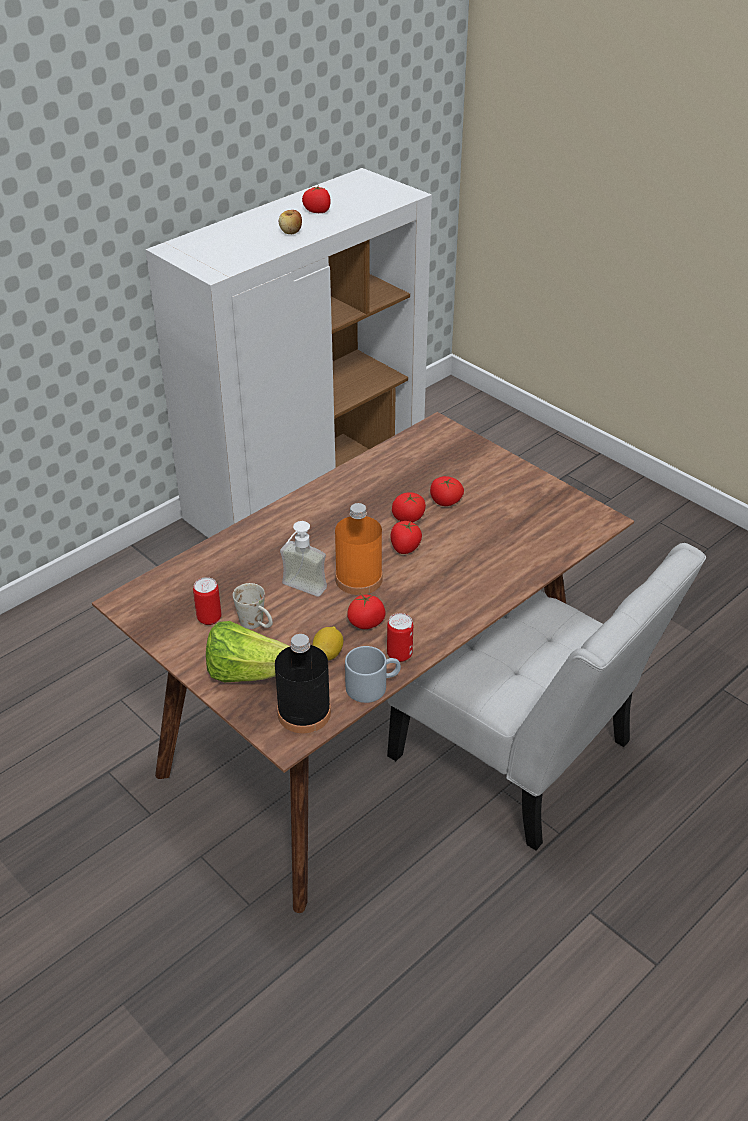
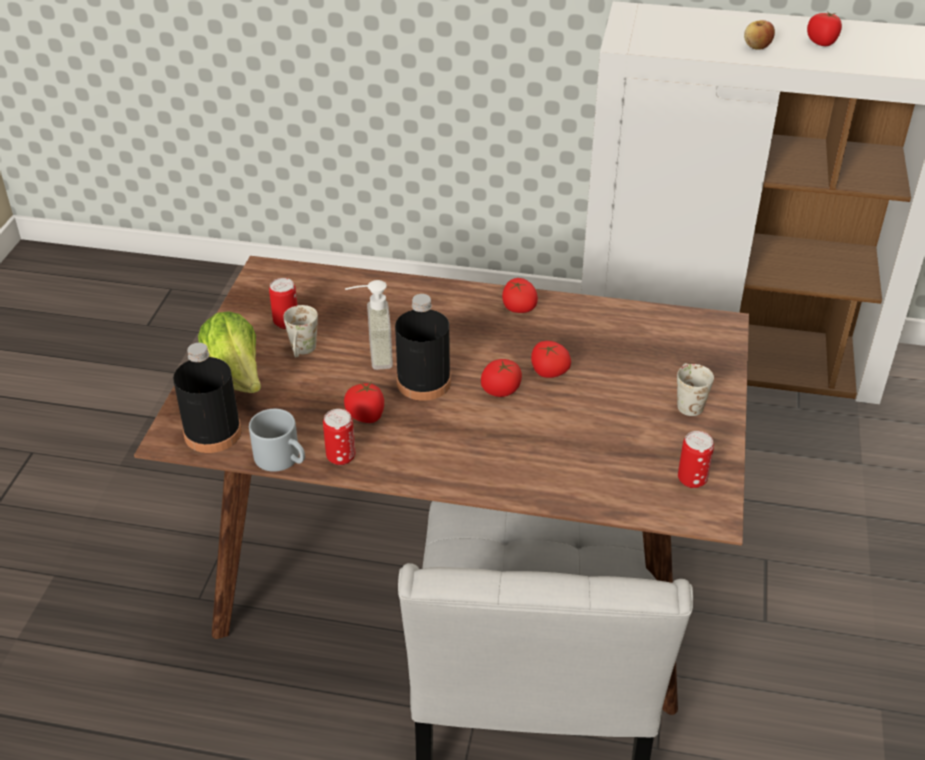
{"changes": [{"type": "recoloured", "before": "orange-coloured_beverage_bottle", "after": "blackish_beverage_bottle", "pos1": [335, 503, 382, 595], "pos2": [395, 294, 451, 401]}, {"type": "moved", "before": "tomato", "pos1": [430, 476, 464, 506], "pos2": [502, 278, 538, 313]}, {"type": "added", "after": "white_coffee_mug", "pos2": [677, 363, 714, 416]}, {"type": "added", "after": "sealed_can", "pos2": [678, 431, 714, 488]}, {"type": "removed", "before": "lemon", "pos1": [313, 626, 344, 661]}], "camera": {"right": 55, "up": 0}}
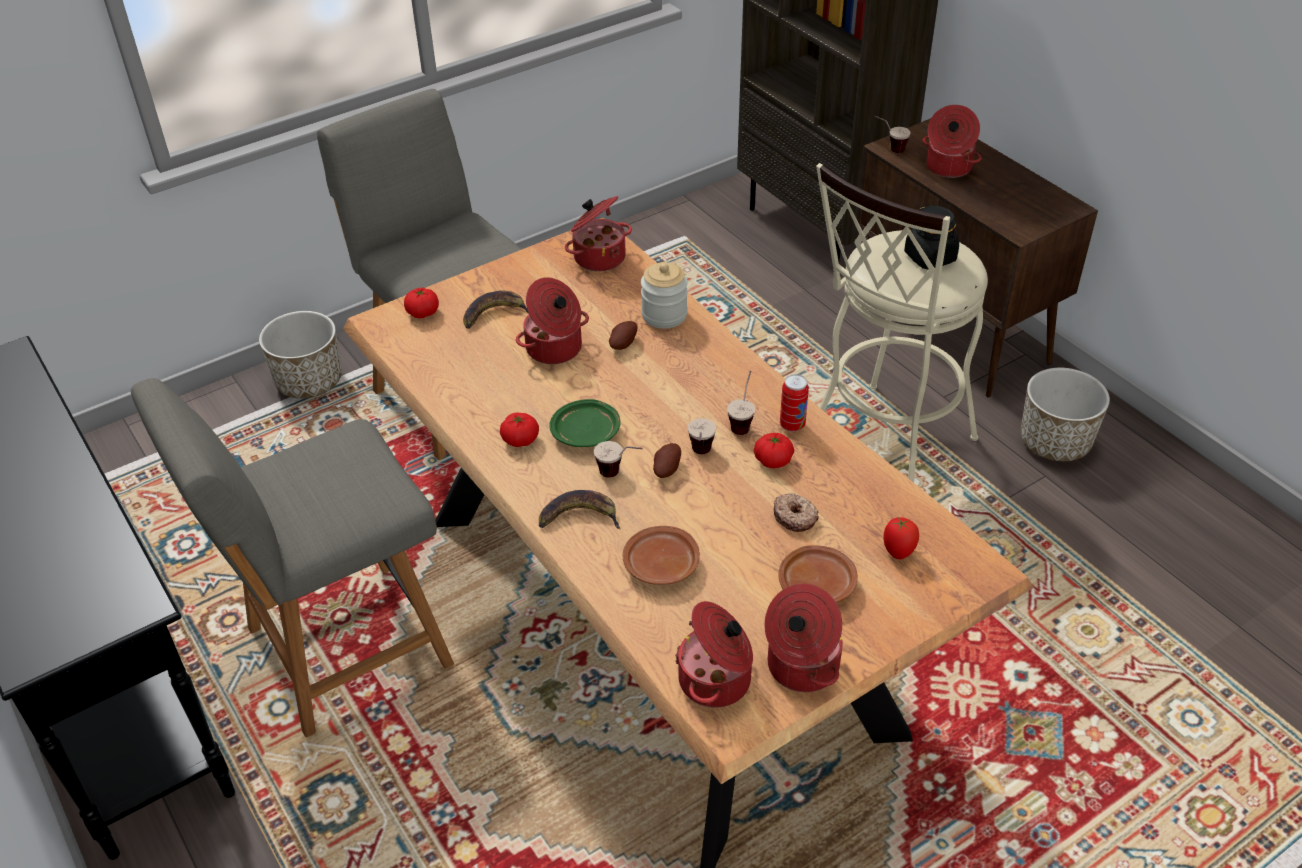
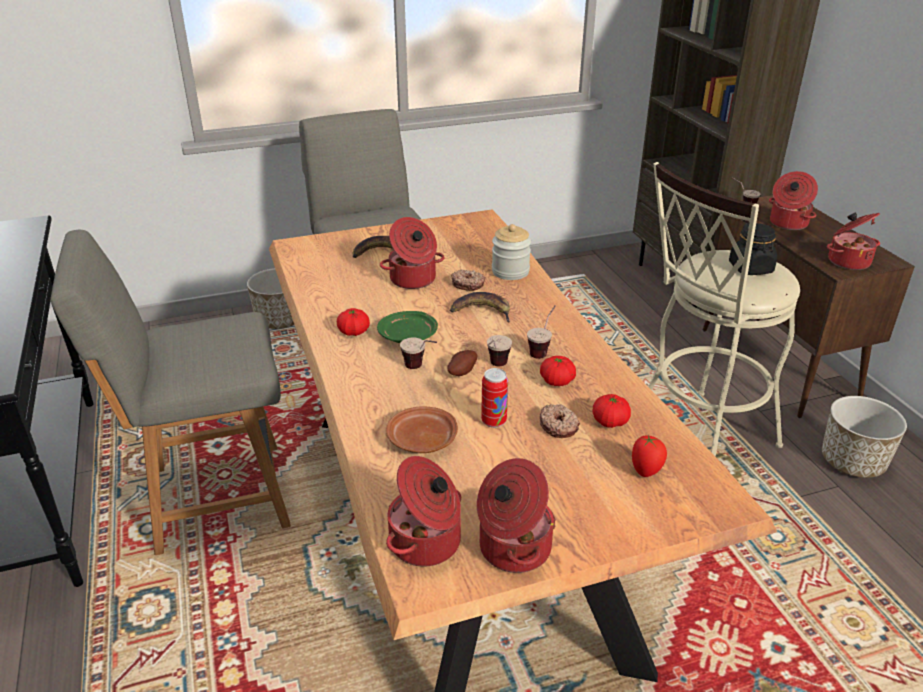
{"changes": [{"type": "moved", "before": "banana_fruit", "pos1": [539, 490, 620, 529], "pos2": [450, 292, 510, 322]}, {"type": "replaced", "before": "whole_potato", "after": "donut", "pos1": [609, 321, 637, 350], "pos2": [451, 270, 485, 291]}, {"type": "moved", "before": "sealed_can", "pos1": [780, 374, 809, 432], "pos2": [481, 368, 508, 428]}, {"type": "moved", "before": "tomato", "pos1": [404, 288, 439, 318], "pos2": [593, 394, 631, 428]}, {"type": "moved", "before": "saucepot", "pos1": [565, 196, 632, 271], "pos2": [827, 213, 880, 270]}, {"type": "removed", "before": "brownish_plate", "pos1": [778, 545, 858, 603]}], "camera": {"right": 15, "up": -10}}
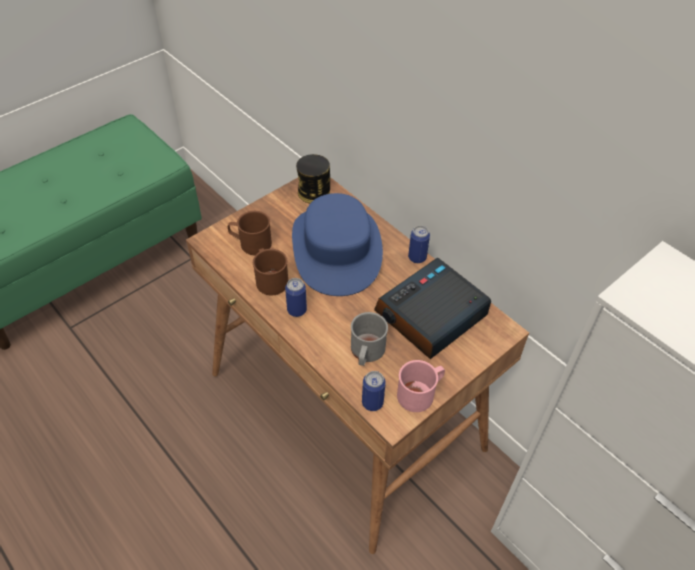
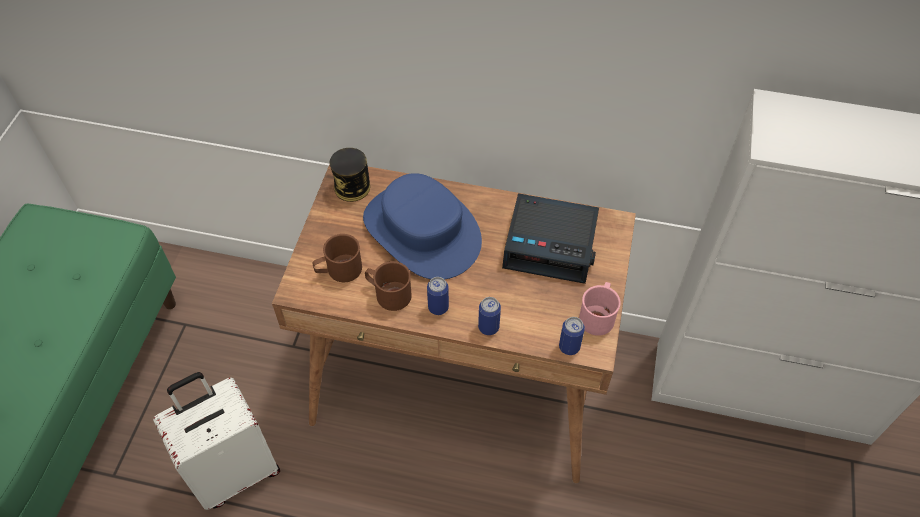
{"changes": [{"type": "added", "after": "white_travel_case", "pos2": [153, 372, 280, 510]}, {"type": "moved", "before": "sealed_can", "pos1": [408, 225, 430, 263], "pos2": [478, 297, 501, 335]}, {"type": "turned", "before": "alarm_clock", "pos1": [374, 258, 491, 359], "pos2": [502, 193, 599, 284], "turn": -90}, {"type": "removed", "before": "grey_coffee_mug", "pos1": [351, 312, 388, 366]}], "camera": {"right": -35, "up": 5}}
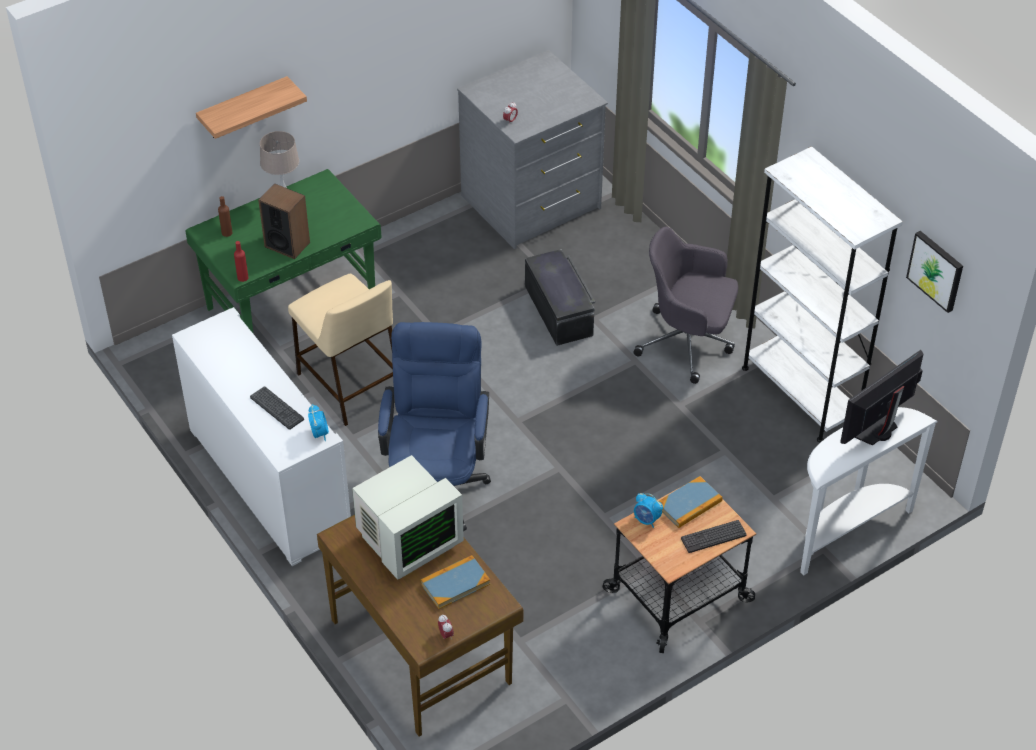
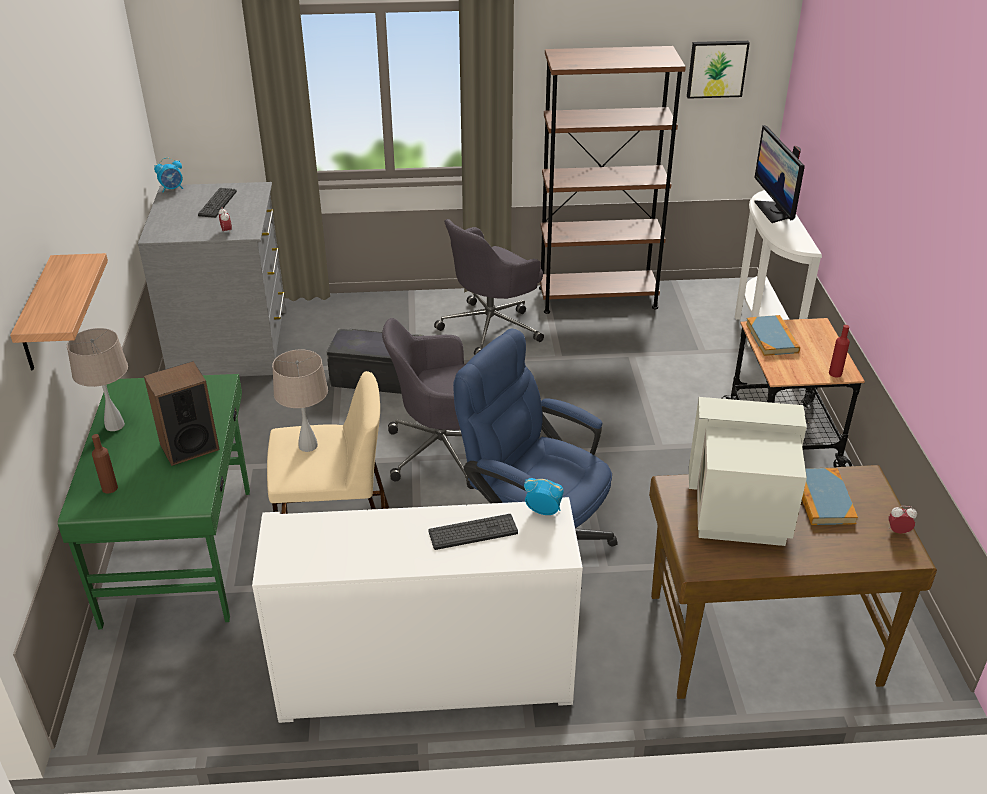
{"changes": [{"type": "moved", "before": "alarm_clock", "pos1": [634, 493, 663, 528], "pos2": [154, 158, 183, 193]}, {"type": "moved", "before": "keyboard", "pos1": [681, 520, 747, 553], "pos2": [198, 188, 237, 218]}, {"type": "added", "after": "beige_table_lamp", "pos2": [272, 349, 328, 452]}, {"type": "added", "after": "grey_desk_chair", "pos2": [382, 318, 474, 489]}, {"type": "recoloured", "before": "white_bookcase", "after": "brownish_bookcase", "pos1": [742, 146, 903, 442], "pos2": [539, 46, 686, 314]}, {"type": "turned", "before": "computer_screen", "pos1": [352, 455, 464, 580], "pos2": [689, 397, 807, 546], "turn": -75}, {"type": "moved", "before": "red-coloured_beverage_bottle", "pos1": [234, 241, 248, 282], "pos2": [829, 325, 850, 377]}], "camera": {"right": -60, "up": -10}}
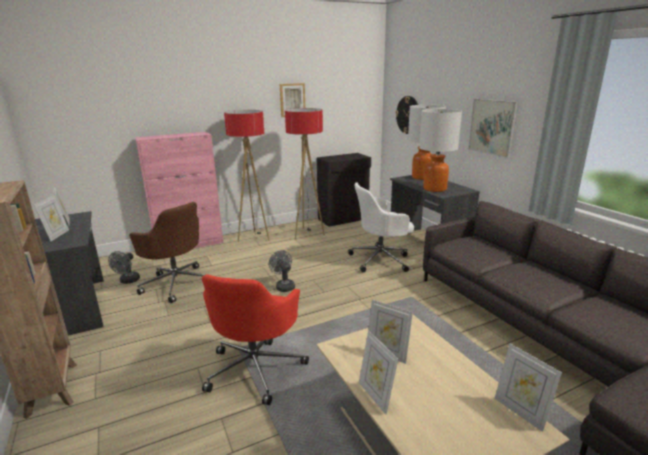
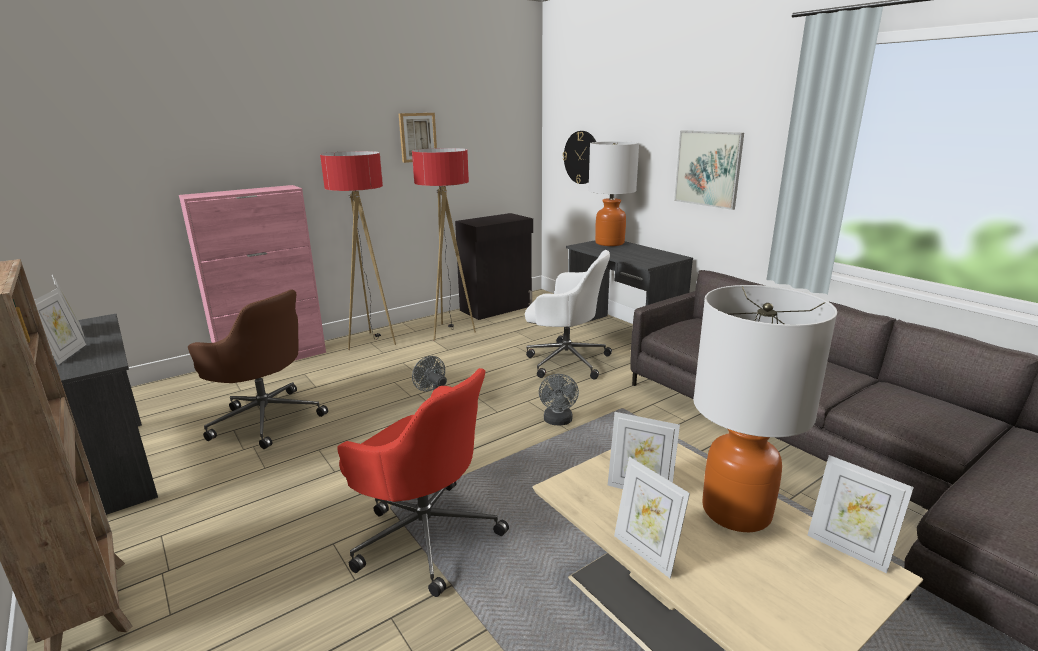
{"changes": [{"type": "turned", "before": "red-coloured_desk_chair", "pos1": [202, 274, 309, 405], "pos2": [337, 368, 509, 597], "turn": -60}, {"type": "turned", "before": "white_desk_chair", "pos1": [348, 183, 414, 272], "pos2": [525, 250, 612, 379], "turn": -135}, {"type": "moved", "before": "grey_electric_fan", "pos1": [108, 251, 140, 284], "pos2": [539, 374, 579, 425]}, {"type": "moved", "before": "table_lamp", "pos1": [419, 109, 462, 192], "pos2": [693, 285, 837, 532]}], "camera": {"right": -10, "up": 0}}
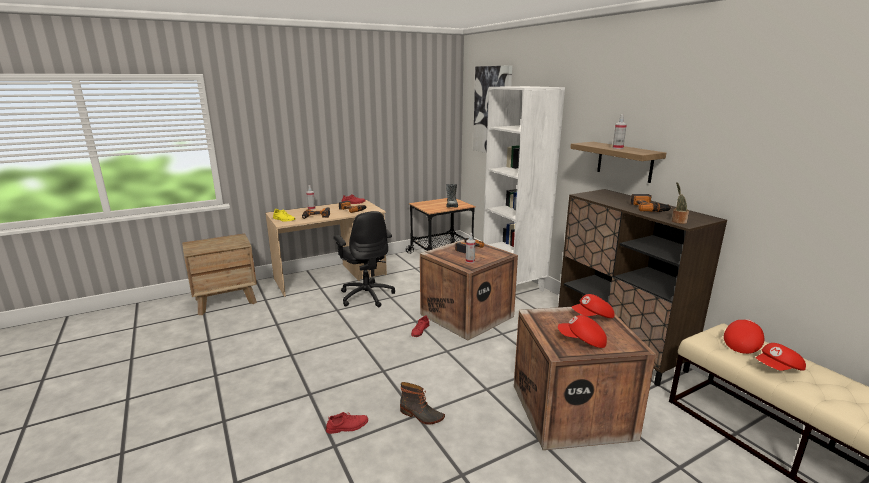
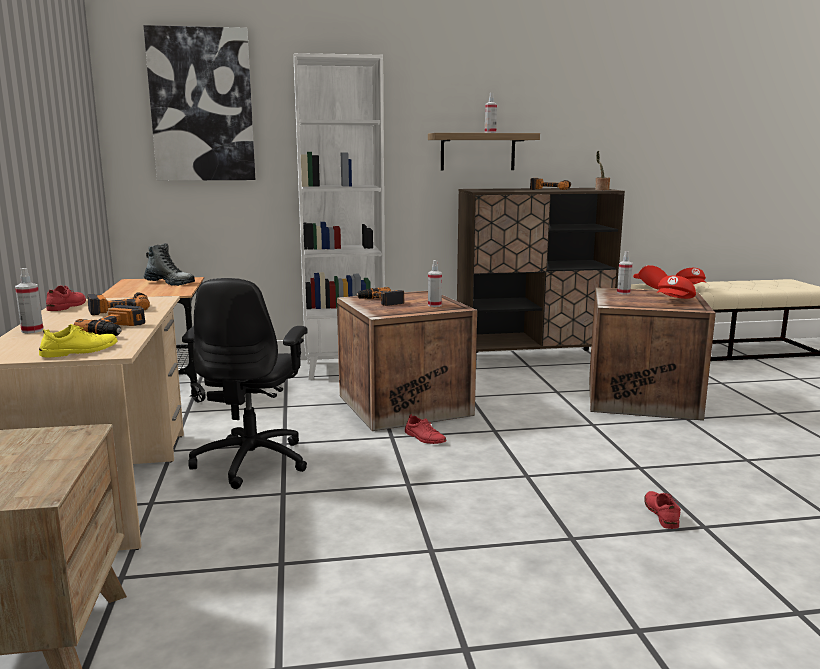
{"changes": [{"type": "turned", "before": "blackish_desk_chair", "pos1": [333, 211, 395, 307], "pos2": [182, 278, 308, 489], "turn": 105}, {"type": "replaced", "before": "red-coloured_baseball_cap", "after": "sprayer", "pos1": [572, 294, 615, 318], "pos2": [617, 251, 633, 294]}, {"type": "removed", "before": "boot", "pos1": [400, 382, 445, 425]}], "camera": {"right": -70, "up": -5}}
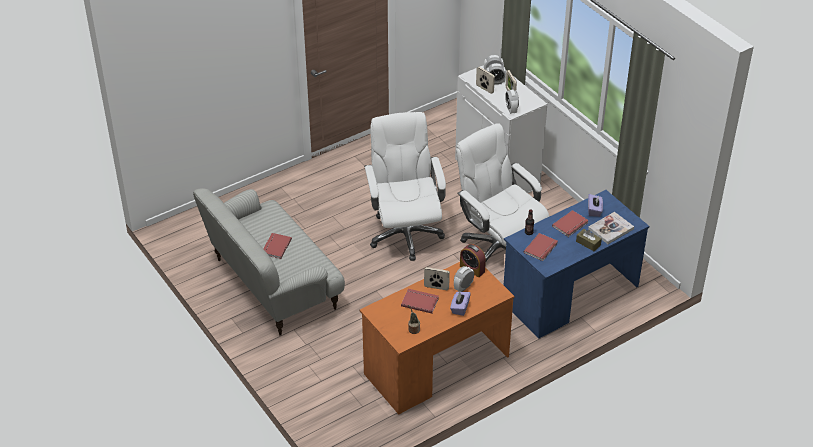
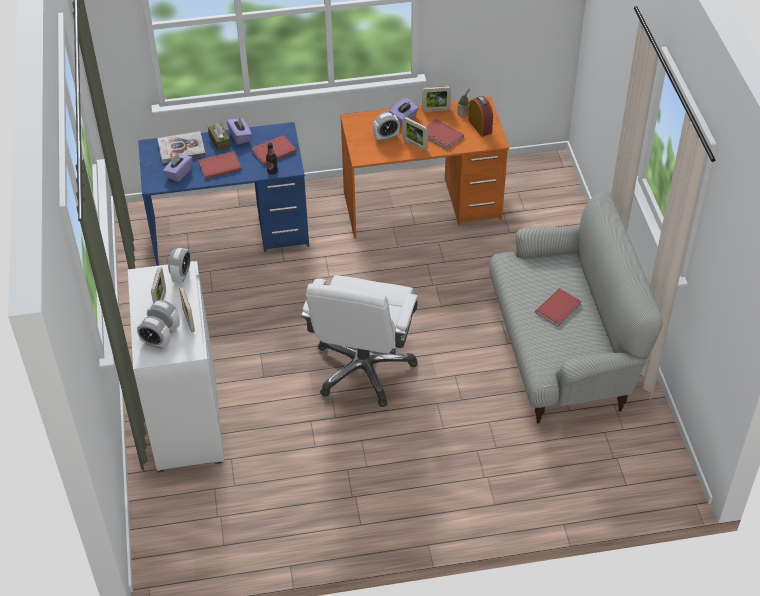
{"changes": [{"type": "added", "after": "purplish_box_of_tissues", "pos2": [227, 116, 252, 145]}, {"type": "added", "after": "standing_frame", "pos2": [422, 86, 451, 112]}, {"type": "moved", "before": "alarm_clock", "pos1": [460, 244, 486, 277], "pos2": [469, 96, 493, 137]}, {"type": "removed", "before": "white_desk_chair", "pos1": [456, 123, 549, 261]}], "camera": {"right": -155, "up": 5}}
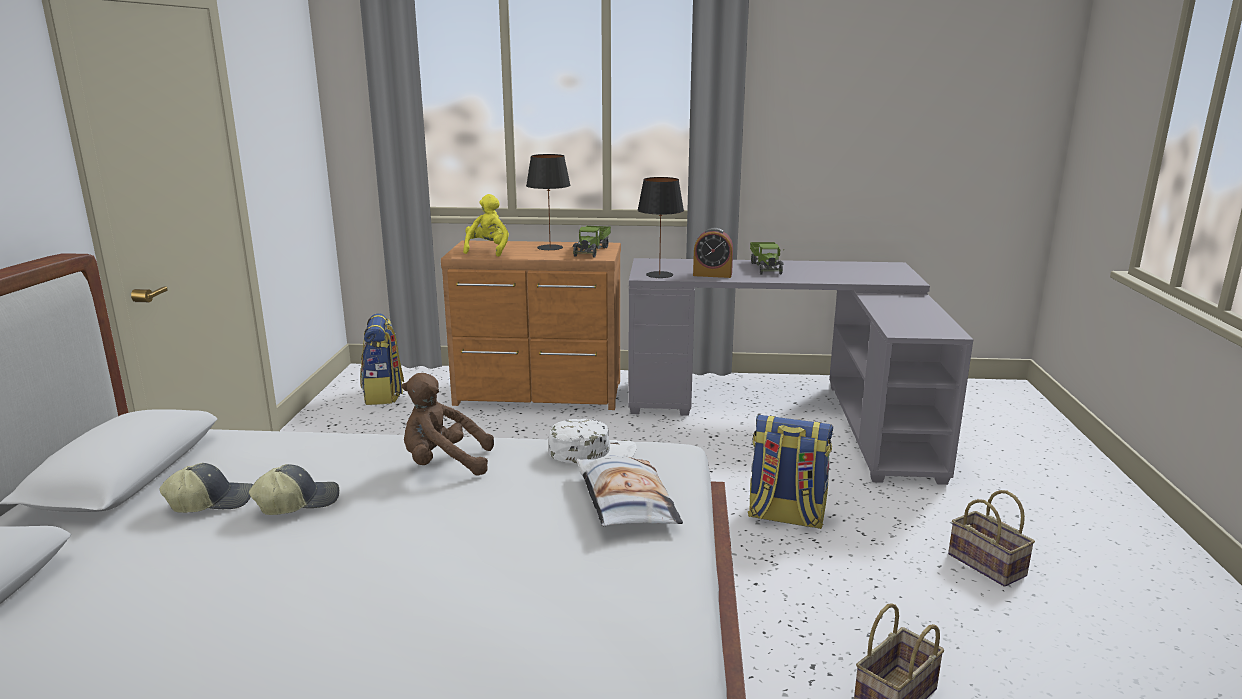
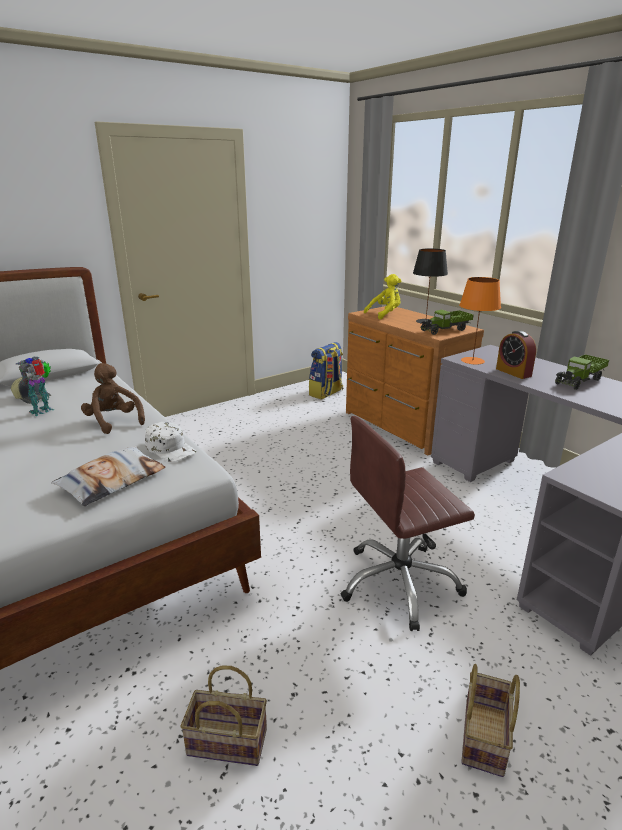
{"changes": [{"type": "replaced", "before": "baseball_cap", "after": "robot_figure", "pos1": [249, 464, 339, 515], "pos2": [16, 356, 55, 416]}, {"type": "replaced", "before": "knapsack", "after": "brownish_desk_chair", "pos1": [748, 415, 833, 529], "pos2": [340, 416, 475, 631]}, {"type": "recoloured", "before": "blackish_table_lamp", "after": "orange-coloured_table_lamp", "pos1": [637, 177, 684, 278], "pos2": [459, 277, 501, 364]}], "camera": {"right": 50, "up": 5}}
